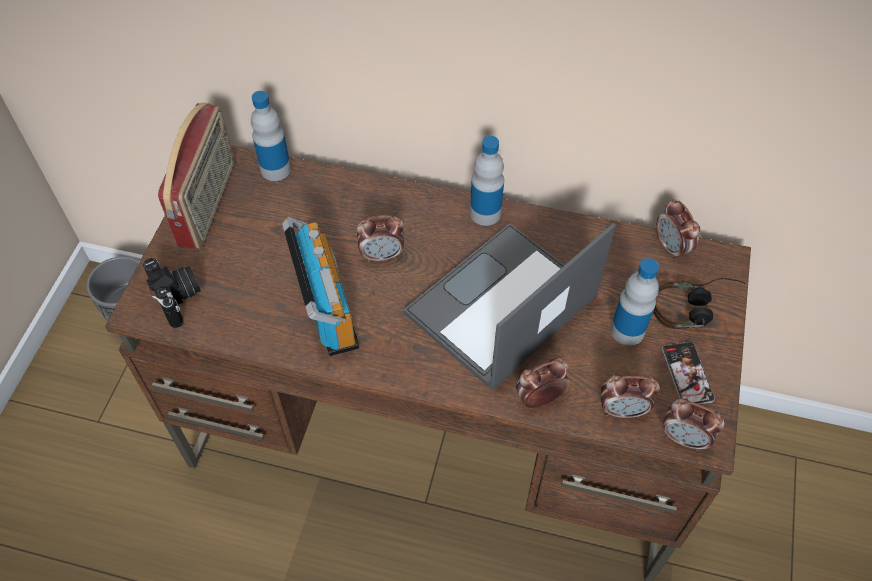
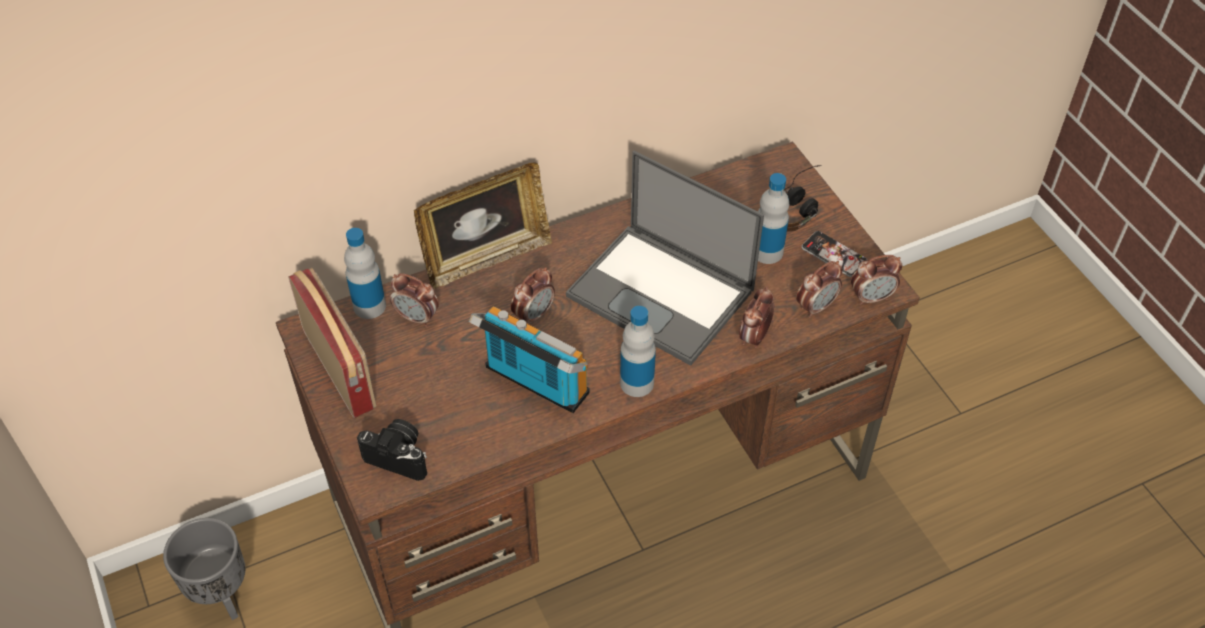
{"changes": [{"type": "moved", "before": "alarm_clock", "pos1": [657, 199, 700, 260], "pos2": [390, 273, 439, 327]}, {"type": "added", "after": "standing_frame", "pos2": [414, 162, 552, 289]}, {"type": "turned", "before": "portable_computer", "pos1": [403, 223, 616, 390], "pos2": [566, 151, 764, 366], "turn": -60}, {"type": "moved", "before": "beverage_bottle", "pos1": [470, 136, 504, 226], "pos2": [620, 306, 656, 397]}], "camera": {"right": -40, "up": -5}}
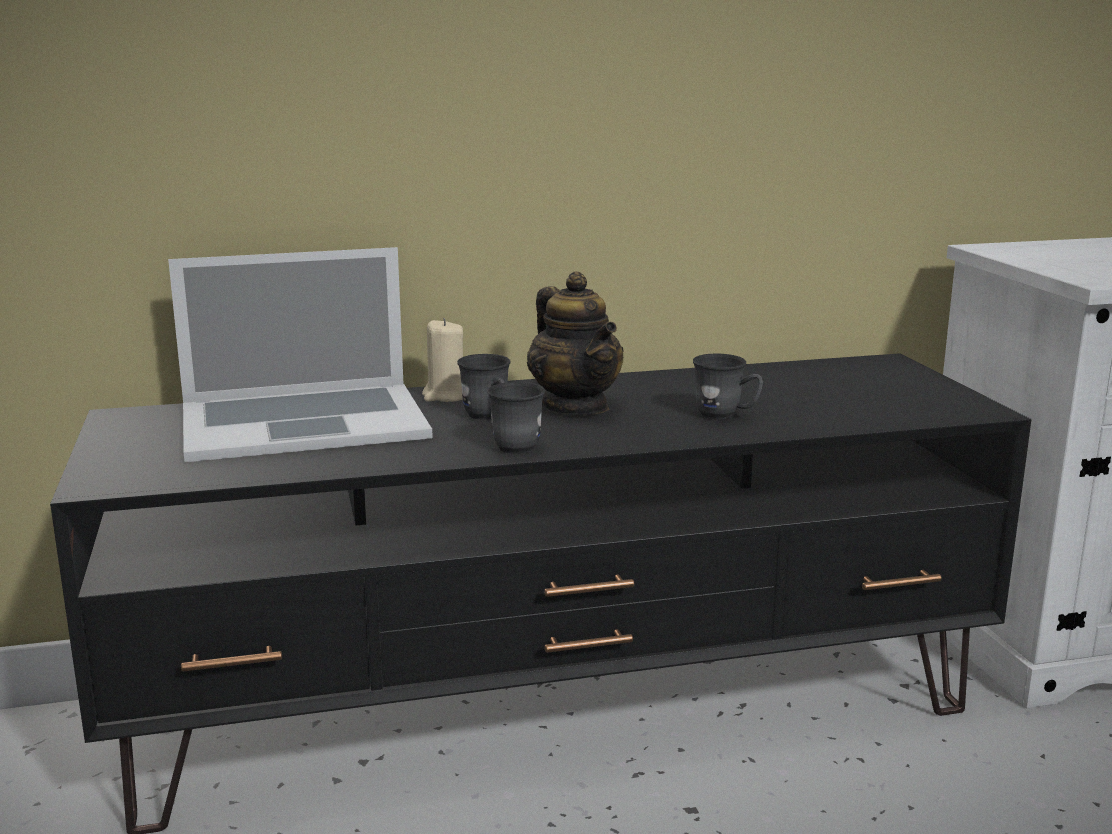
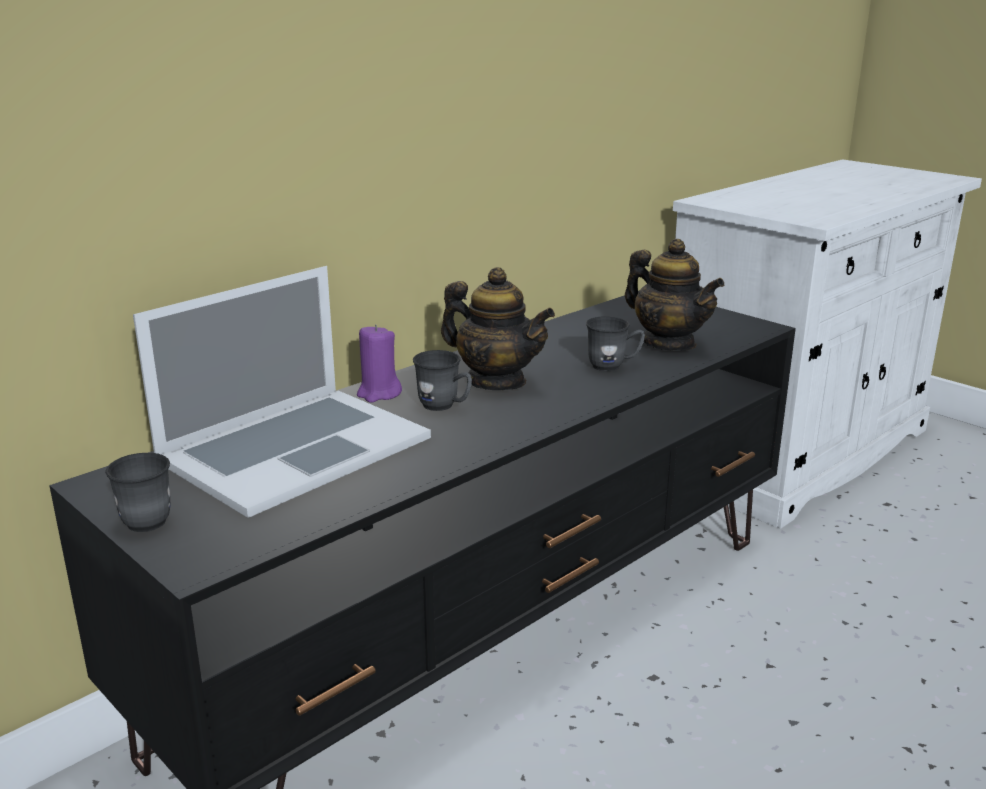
{"changes": [{"type": "moved", "before": "grey_coffee_mug", "pos1": [487, 382, 545, 454], "pos2": [105, 453, 170, 532]}, {"type": "recoloured", "before": "beige_wax_candle", "after": "purplish_wax_candle", "pos1": [422, 318, 463, 402], "pos2": [357, 324, 402, 403]}, {"type": "added", "after": "pot_for_tea", "pos2": [625, 239, 724, 351]}], "camera": {"right": -30, "up": 5}}
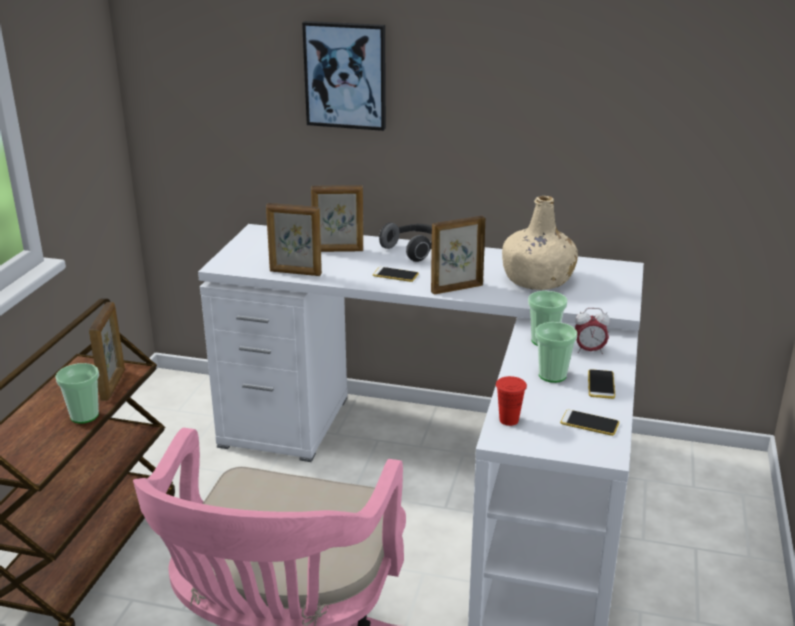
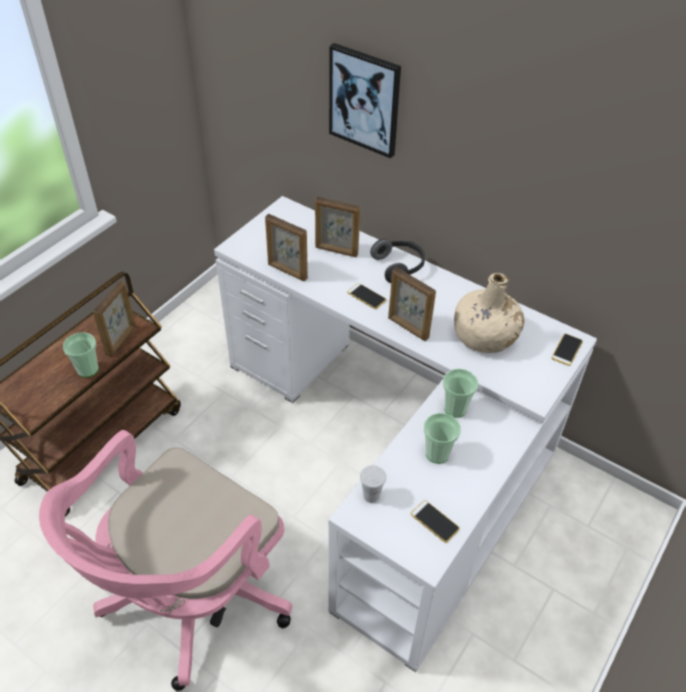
{"changes": [{"type": "recoloured", "before": "red-coloured_cup", "after": "white_cup", "pos1": [496, 376, 527, 426], "pos2": [360, 465, 386, 503]}, {"type": "turned", "before": "standing_frame", "pos1": [431, 216, 485, 295], "pos2": [388, 267, 436, 341], "turn": -135}, {"type": "moved", "before": "telephone", "pos1": [588, 369, 615, 399], "pos2": [552, 334, 583, 366]}, {"type": "removed", "before": "alarm_clock", "pos1": [575, 308, 610, 354]}], "camera": {"right": 20, "up": 20}}
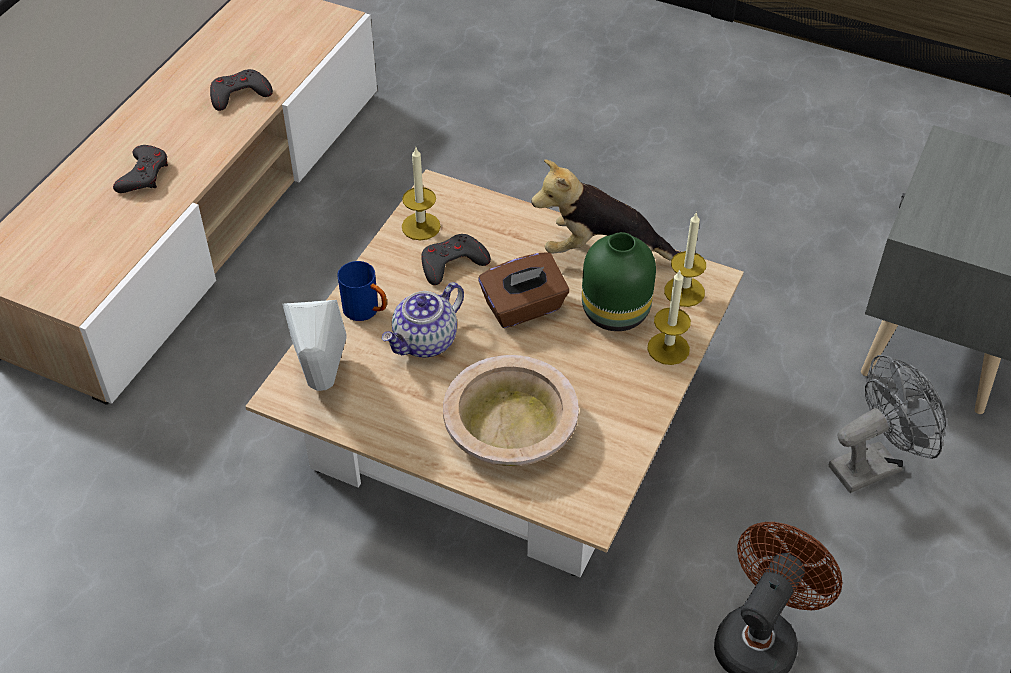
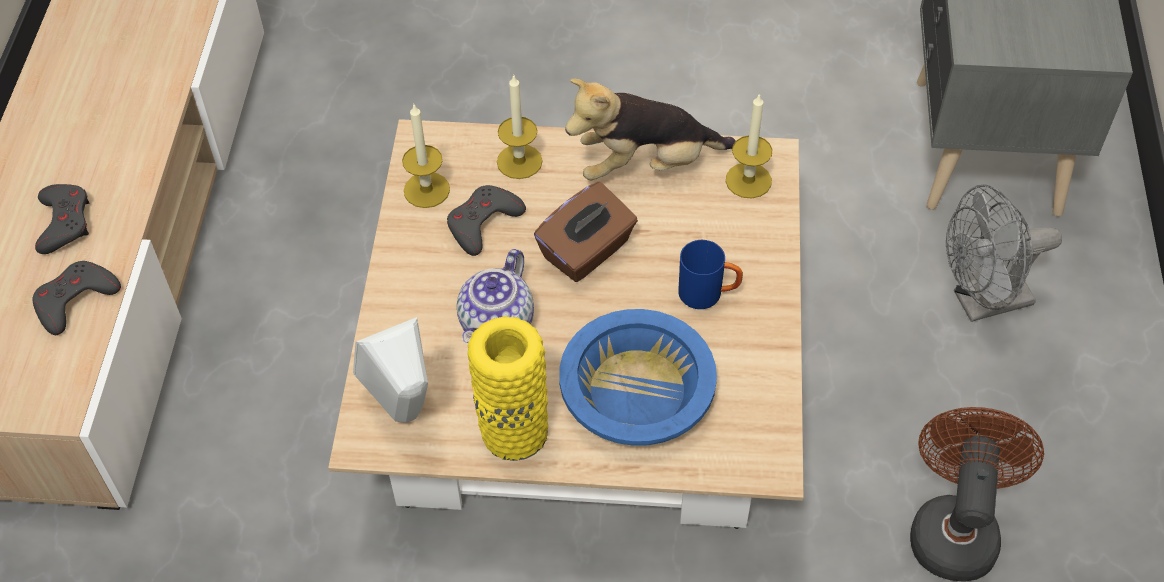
{"changes": [{"type": "moved", "before": "grey_gamepad", "pos1": [210, 69, 273, 111], "pos2": [32, 261, 121, 335]}, {"type": "added", "after": "yellow_vase", "pos2": [467, 316, 548, 461]}, {"type": "moved", "before": "wax_candle", "pos1": [647, 269, 691, 365], "pos2": [497, 74, 543, 179]}, {"type": "recoloured", "before": "beige_bowl", "after": "blue-coloured_bowl", "pos1": [443, 355, 579, 466], "pos2": [559, 309, 717, 446]}, {"type": "moved", "before": "blue-coloured_coffee_mug", "pos1": [337, 261, 387, 321], "pos2": [679, 240, 743, 309]}, {"type": "turned", "before": "grey_electric_fan", "pos1": [829, 355, 946, 493], "pos2": [946, 184, 1062, 322], "turn": -150}, {"type": "removed", "before": "green-coloured_vase", "pos1": [582, 232, 656, 331]}], "camera": {"right": -20, "up": 5}}
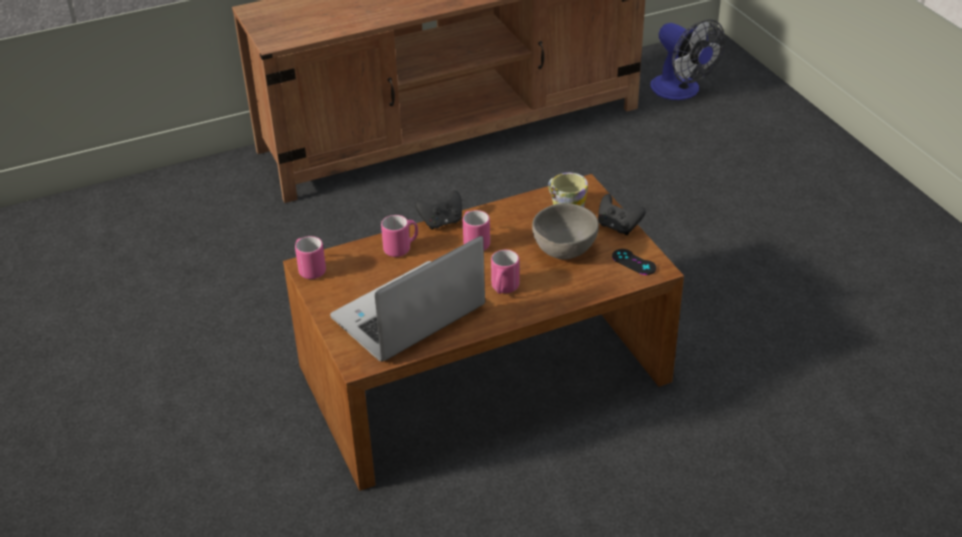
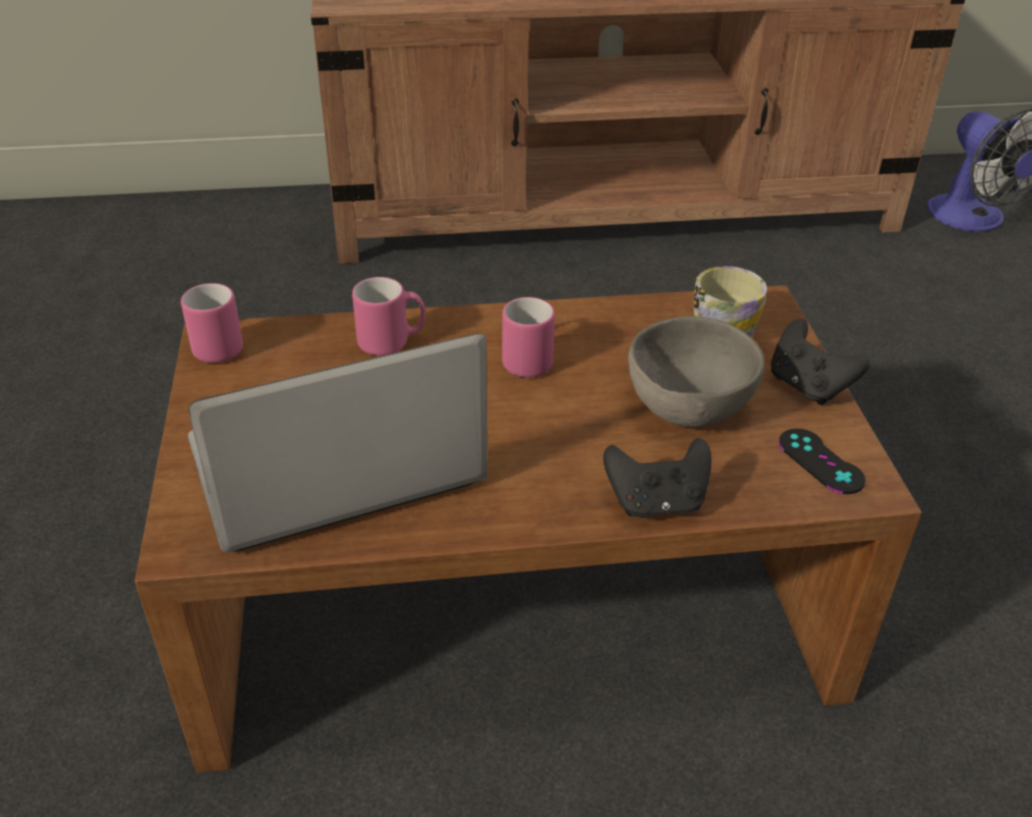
{"changes": [{"type": "moved", "before": "blackish_gamepad", "pos1": [415, 190, 462, 230], "pos2": [603, 438, 712, 518]}, {"type": "removed", "before": "pink-coloured_coffee_mug", "pos1": [491, 250, 519, 294]}], "camera": {"right": 15, "up": 0}}
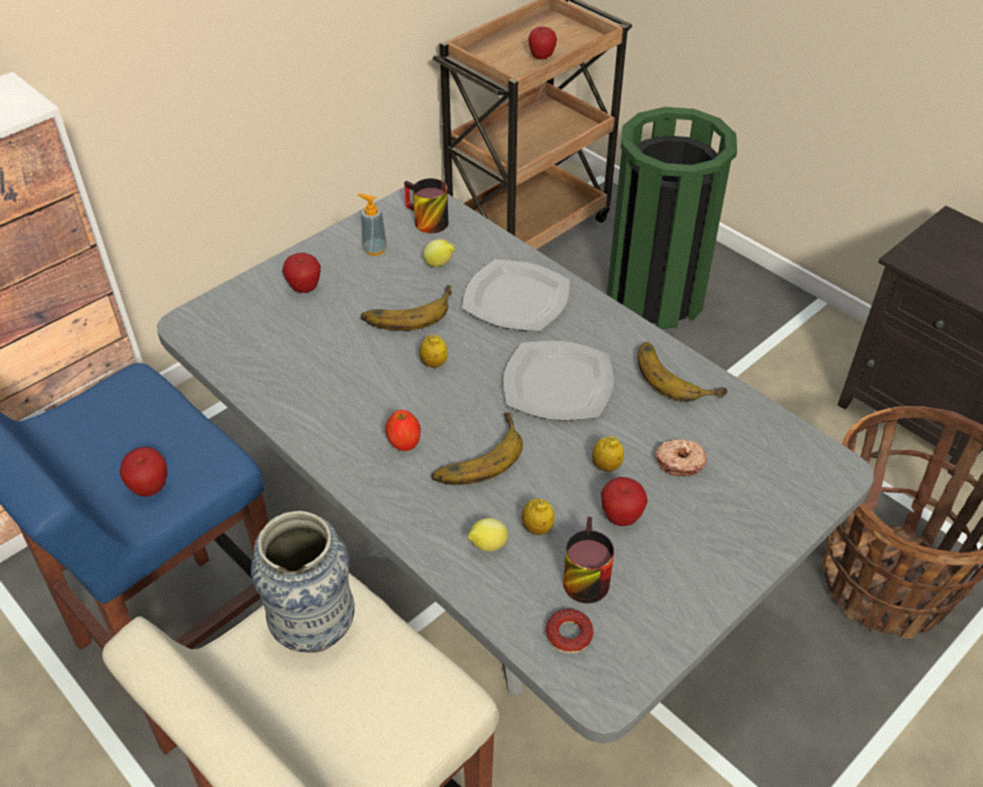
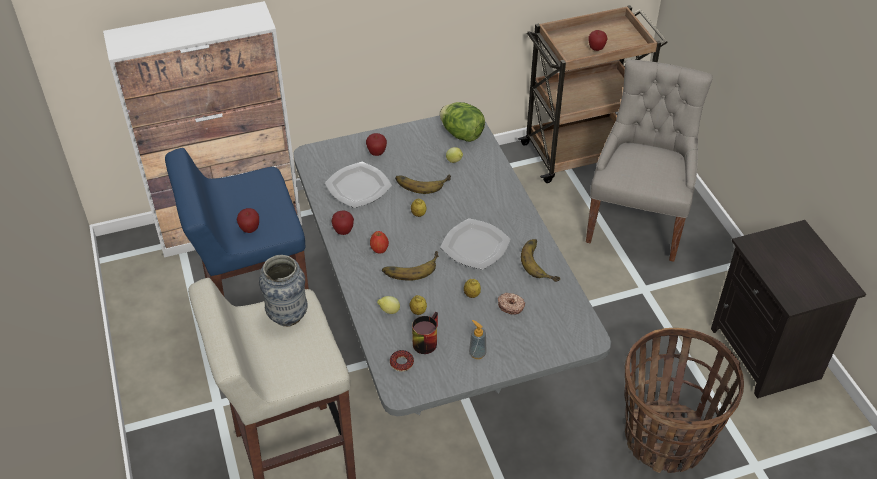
{"changes": [{"type": "moved", "before": "plate", "pos1": [462, 260, 570, 331], "pos2": [325, 162, 392, 208]}, {"type": "moved", "before": "apple_fruit", "pos1": [601, 477, 648, 526], "pos2": [331, 211, 354, 235]}, {"type": "replaced", "before": "coffee_mug", "after": "head_of_lettuce", "pos1": [404, 178, 448, 233], "pos2": [440, 102, 485, 142]}, {"type": "moved", "before": "soap_bottle", "pos1": [358, 194, 387, 256], "pos2": [469, 320, 487, 359]}, {"type": "replaced", "before": "green-coloured_waste_bin", "after": "grey_upright_chair", "pos1": [607, 107, 737, 329], "pos2": [586, 59, 713, 262]}], "camera": {"right": 25, "up": 0}}
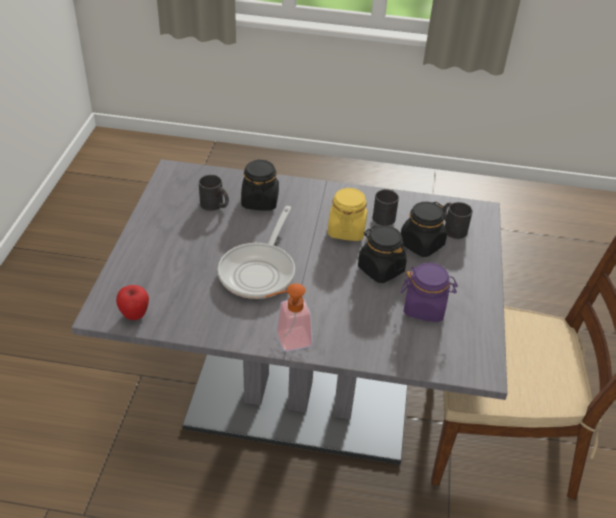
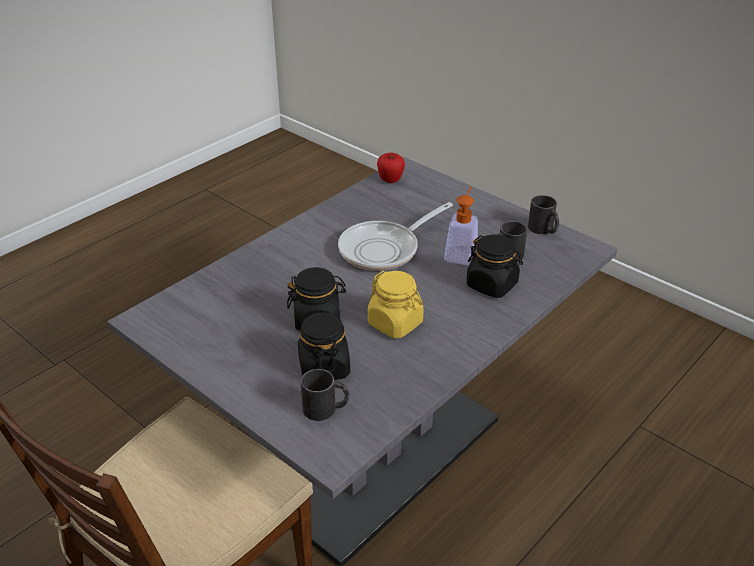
{"changes": [{"type": "turned", "before": "skillet", "pos1": [218, 206, 295, 299], "pos2": [338, 202, 453, 271], "turn": -90}, {"type": "moved", "before": "soap_bottle", "pos1": [266, 284, 313, 351], "pos2": [444, 186, 478, 266]}, {"type": "moved", "before": "blackish_coffee_mug", "pos1": [373, 189, 399, 226], "pos2": [528, 195, 559, 234]}, {"type": "removed", "before": "purplish_storage_jar", "pos1": [401, 263, 458, 322]}], "camera": {"right": 125, "up": -5}}
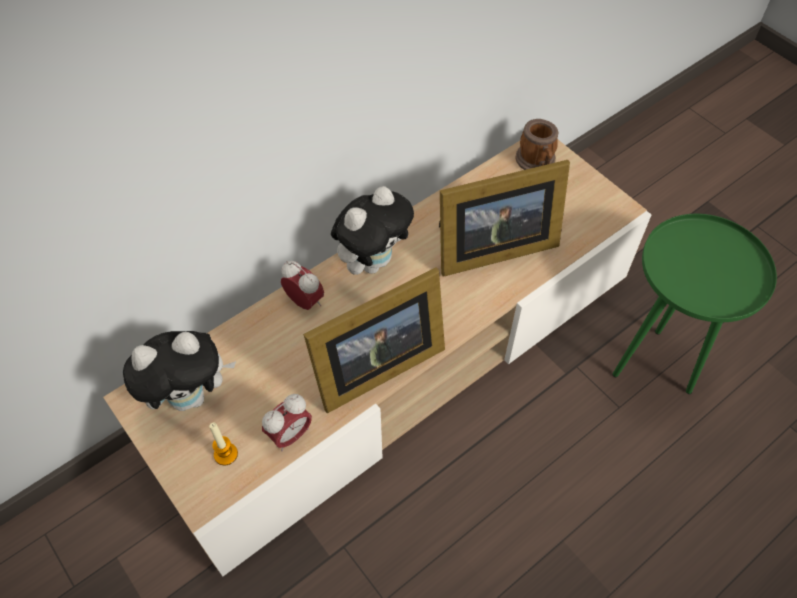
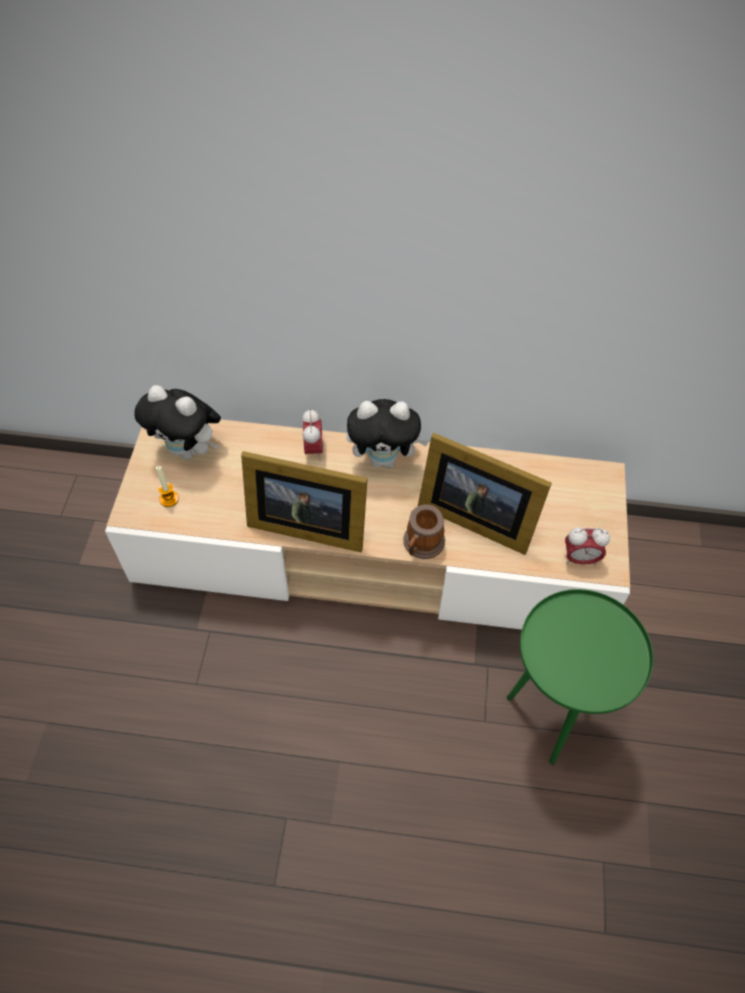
{"changes": [{"type": "moved", "before": "coffee_mug", "pos1": [515, 119, 558, 170], "pos2": [403, 504, 445, 559]}, {"type": "moved", "before": "alarm_clock", "pos1": [262, 394, 312, 451], "pos2": [565, 527, 610, 565]}], "camera": {"right": 45, "up": 0}}
